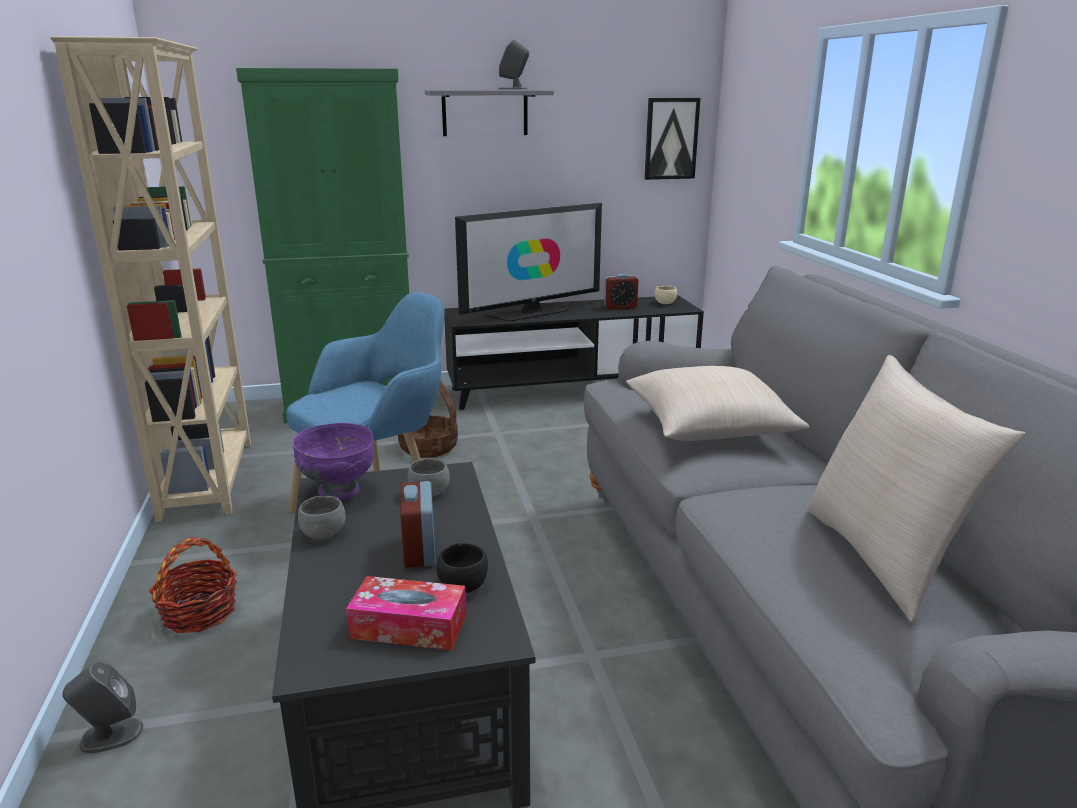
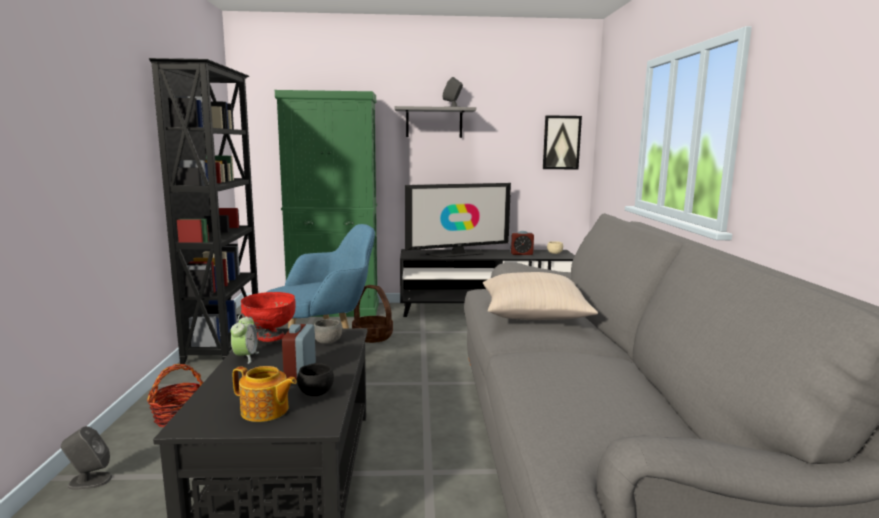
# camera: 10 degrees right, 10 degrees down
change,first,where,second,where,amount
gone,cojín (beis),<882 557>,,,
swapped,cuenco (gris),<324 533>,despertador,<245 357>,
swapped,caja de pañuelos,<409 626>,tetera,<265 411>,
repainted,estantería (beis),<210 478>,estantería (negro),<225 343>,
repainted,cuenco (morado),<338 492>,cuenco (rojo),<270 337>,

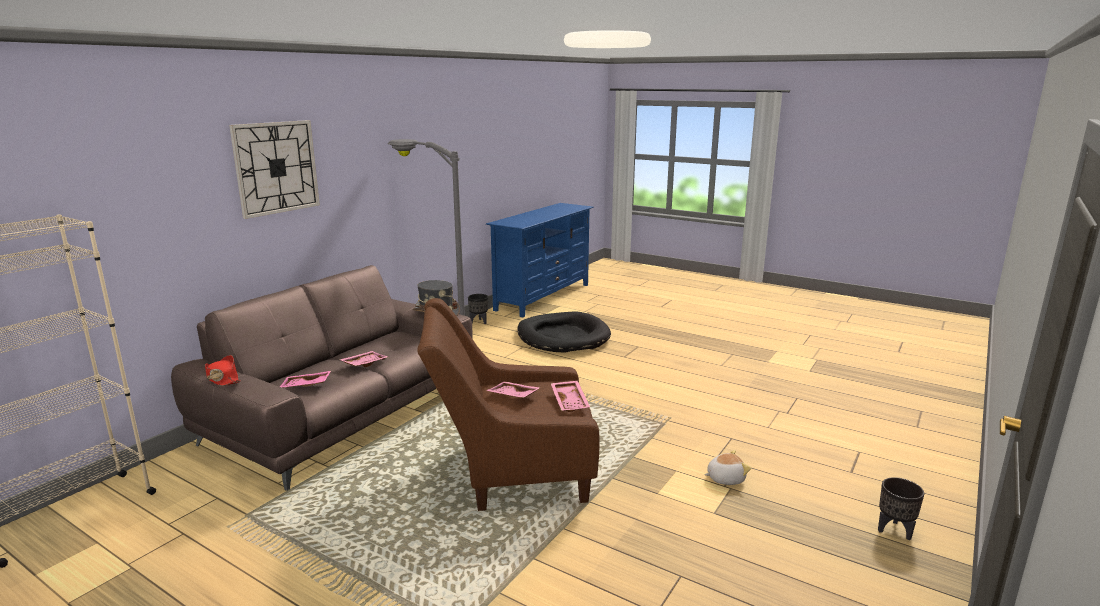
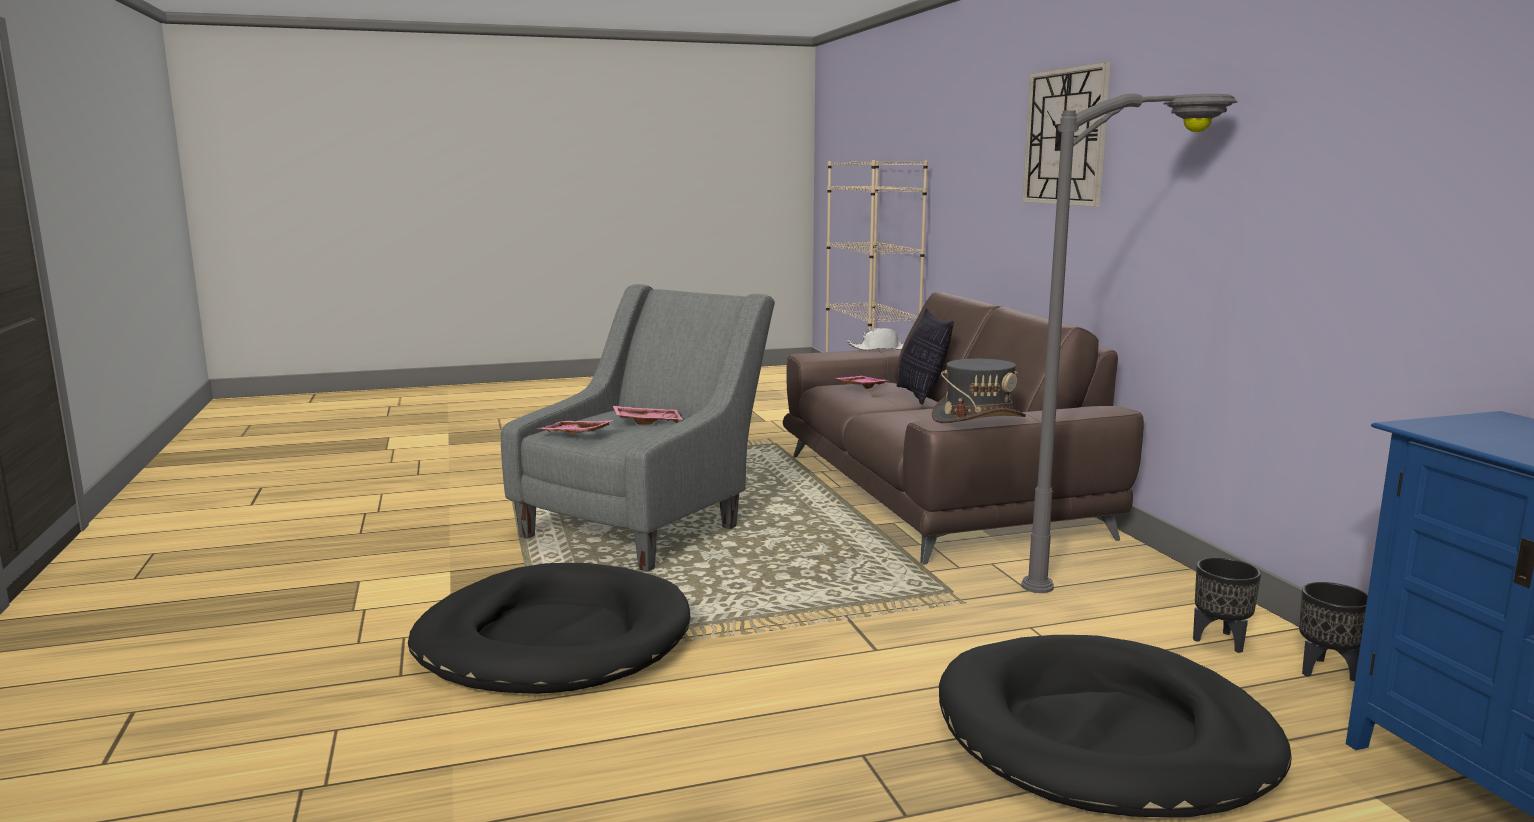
# camera: 130 degrees right, 5 degrees down
change,first,where,second,where,amount
gone,bandeja (rosa),<364 364>,,,
gone,peluche,<725 478>,,,
new,,,cama para perro (negro),<553 640>,
new,,,cojín,<921 395>,
shifted,maceta (negro),<895 531>,,<1219 641>,
repainted,sombrero (rojo),<222 379>,sombrero (blanco),<881 349>,
repainted,sillón (marrón),<510 473>,sillón (gris),<646 525>,

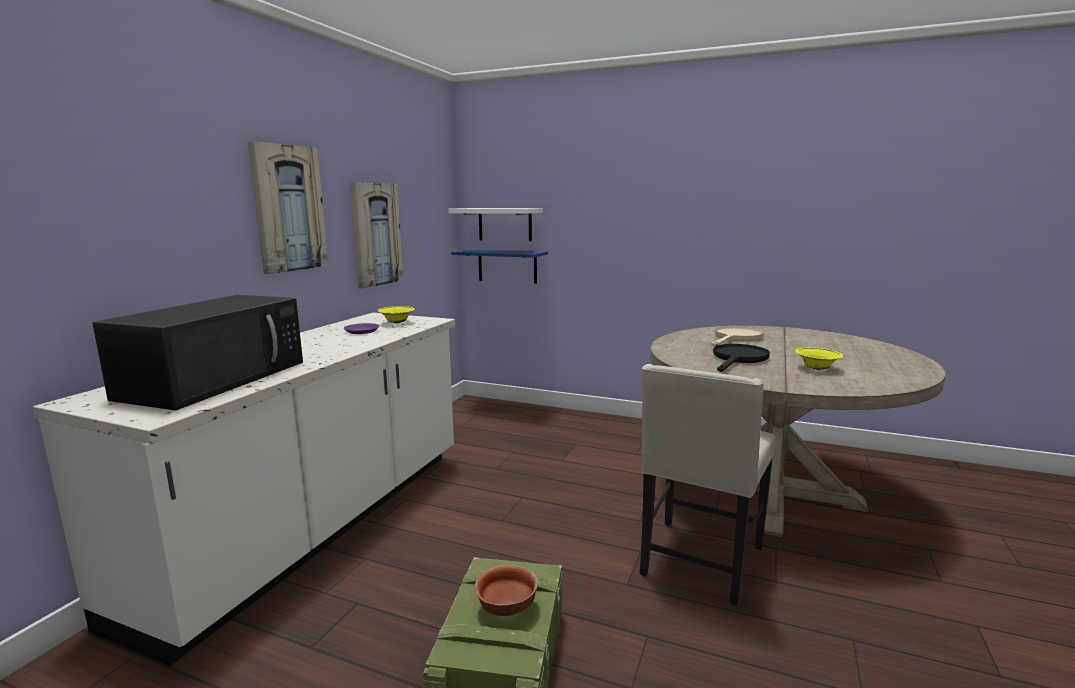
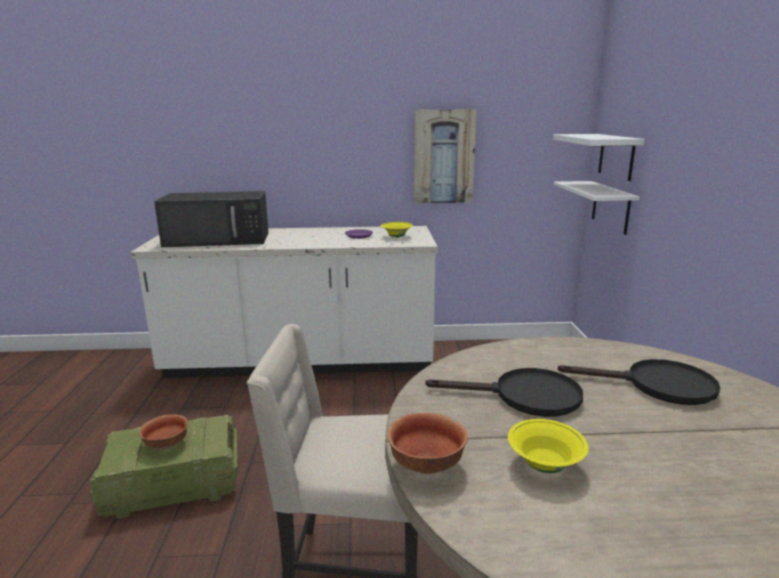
# camera: 65 degrees right, 5 degrees up
change,first,where,second,where,amount
gone,cuadro,<288 208>,,,
new,,,cuenco,<425 464>,
repainted,estante (azul),<507 266>,estante (blanco),<610 207>,
repainted,sartén (beis),<736 338>,sartén (negro),<657 386>,

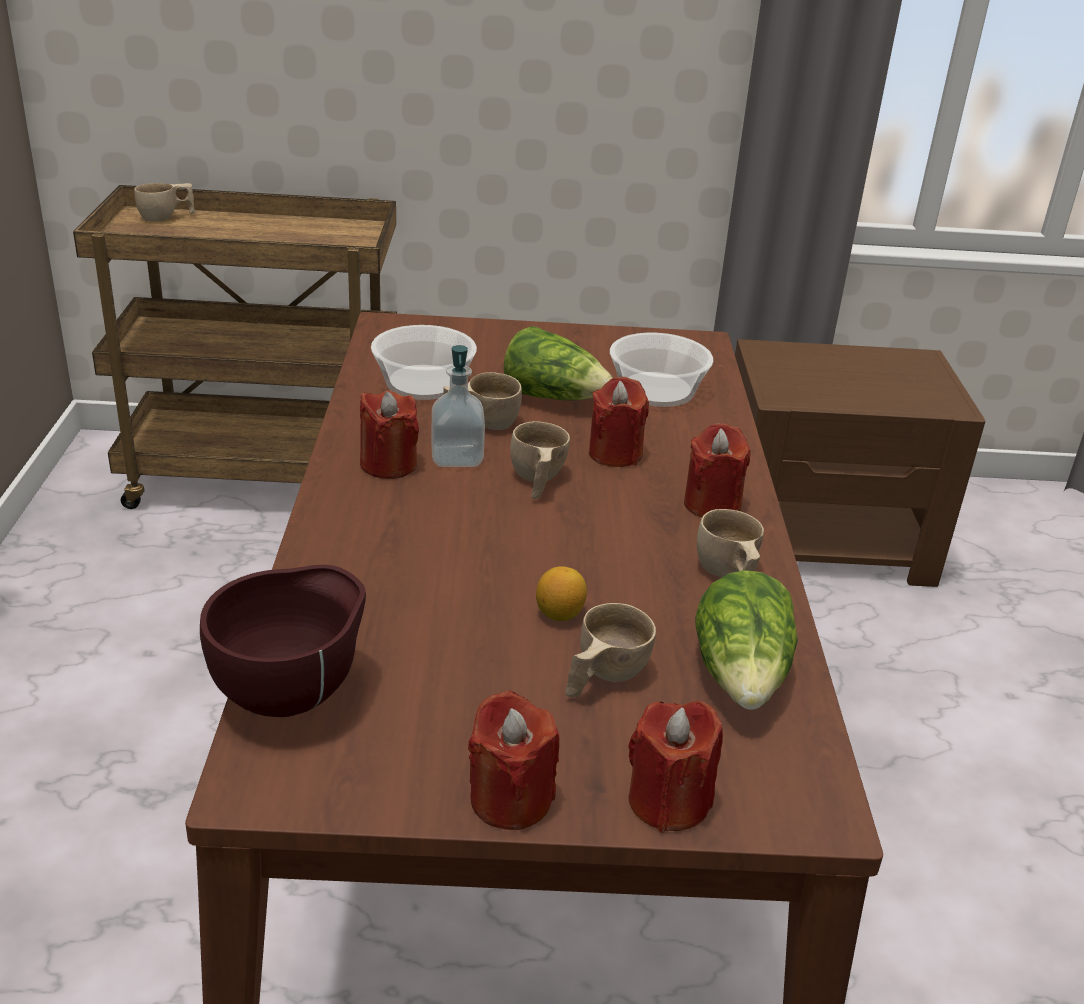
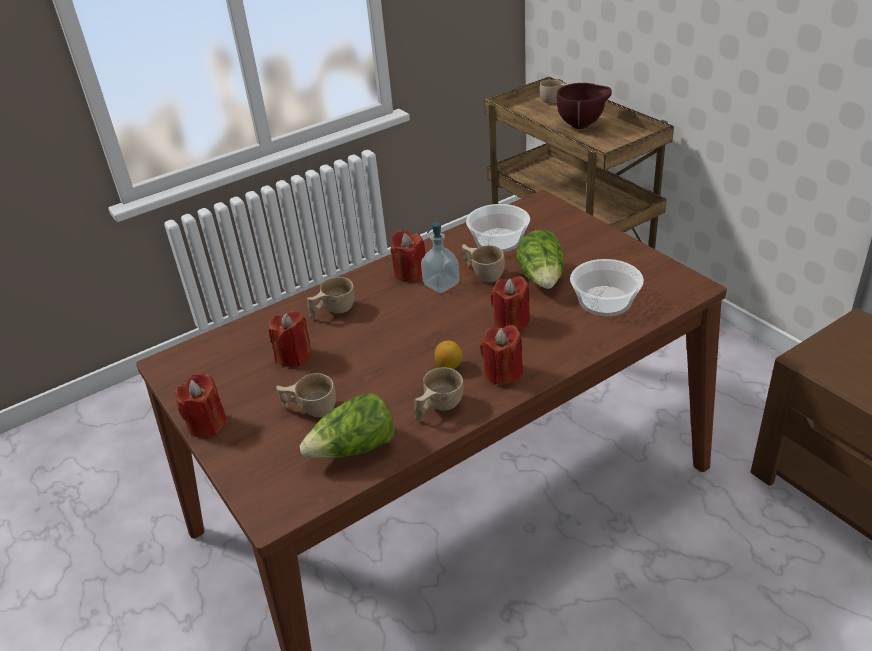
# camera: 60 degrees right, 5 degrees up
change,first,where,second,where,amount
shifted,cuenco (marrón),<292 696>,,<583 125>,
shifted,taza (beis),<536 481>,,<332 311>,
shifted,limón,<559 614>,,<449 366>,
shifted,vela (rojo),<668 801>,,<294 356>,

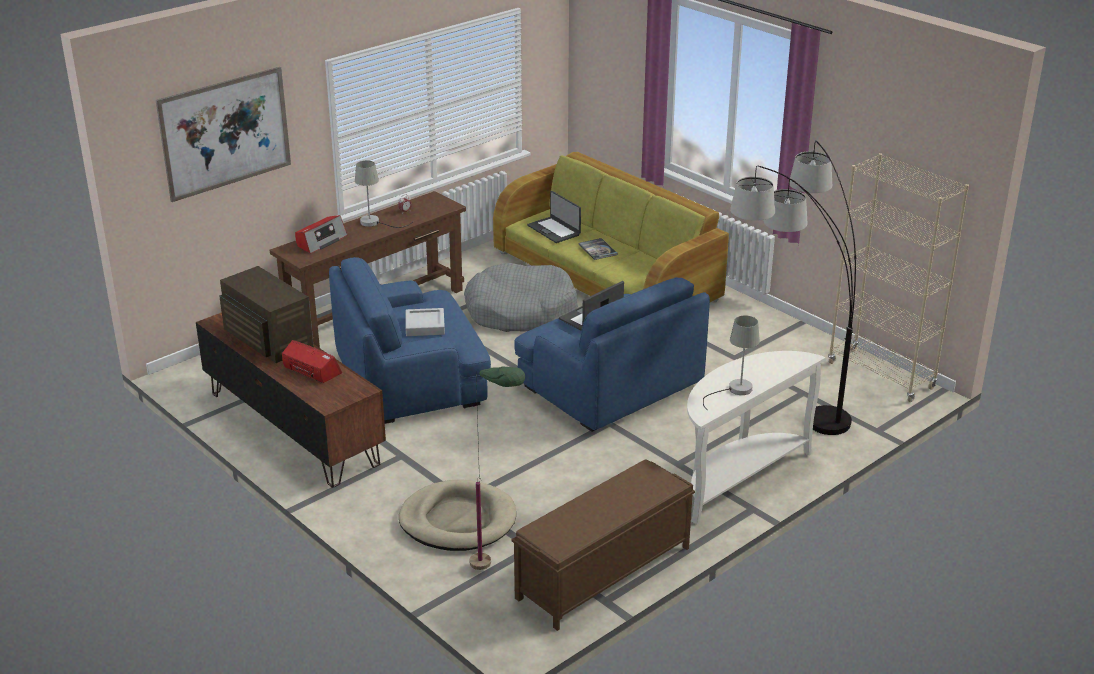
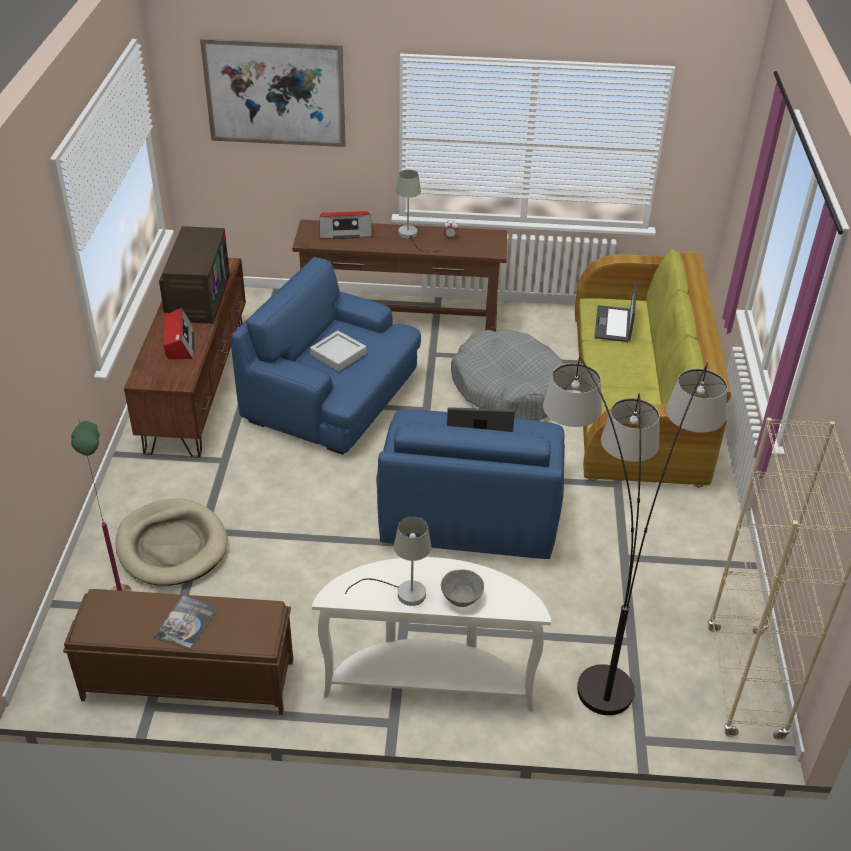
# camera: 45 degrees right, 10 degrees up
change,first,where,second,where,amount
new,,,cuenco (gris),<462 598>,
shifted,libro,<597 249>,,<186 623>,

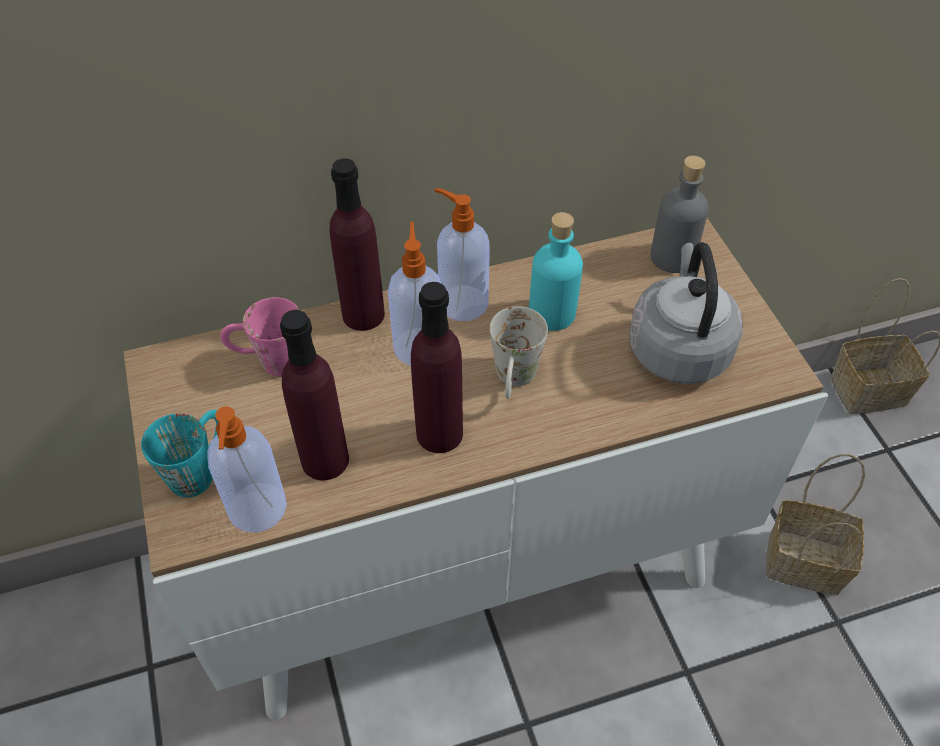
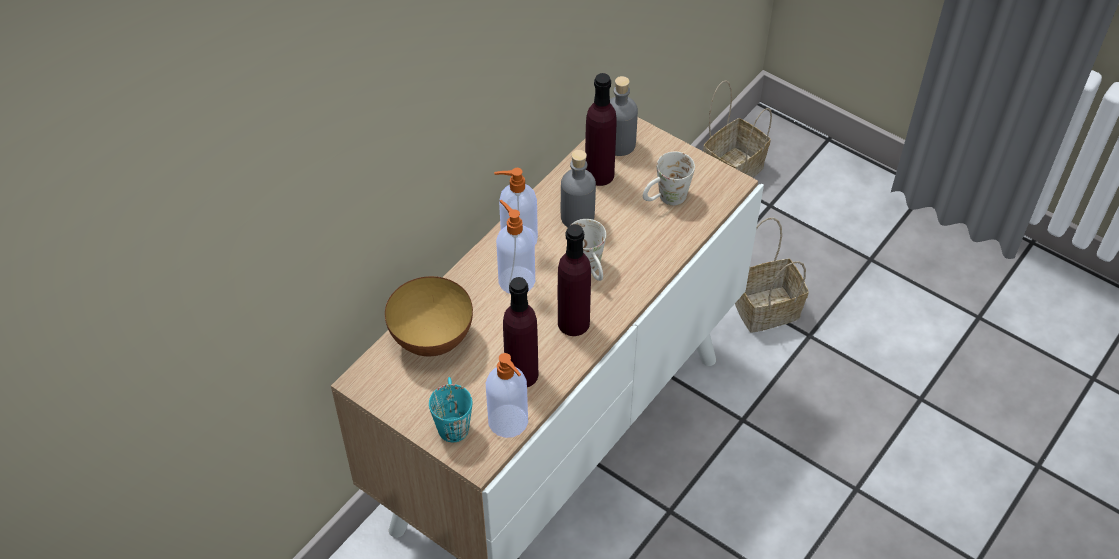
# camera: 35 degrees left, 0 degrees up
change,first,where,second,where,amount
shifted,botella (morado),<363 314>,,<599 174>,
swapped,taza grande (rosa),<268 361>,cuenco,<432 339>,
swapped,hervidor (gris),<678 347>,taza grande (blanco),<665 199>,
repainted,botella (turquesa),<552 313>,botella (gris),<577 217>,

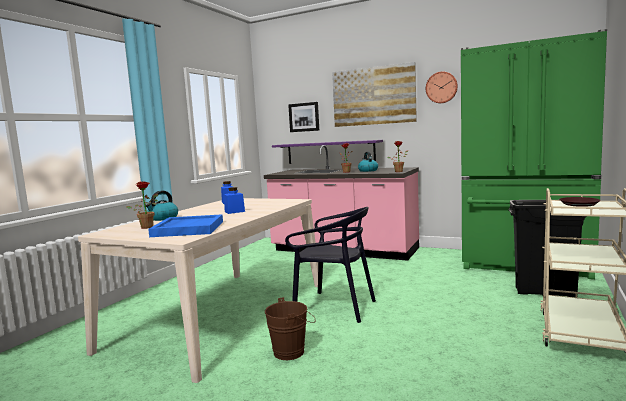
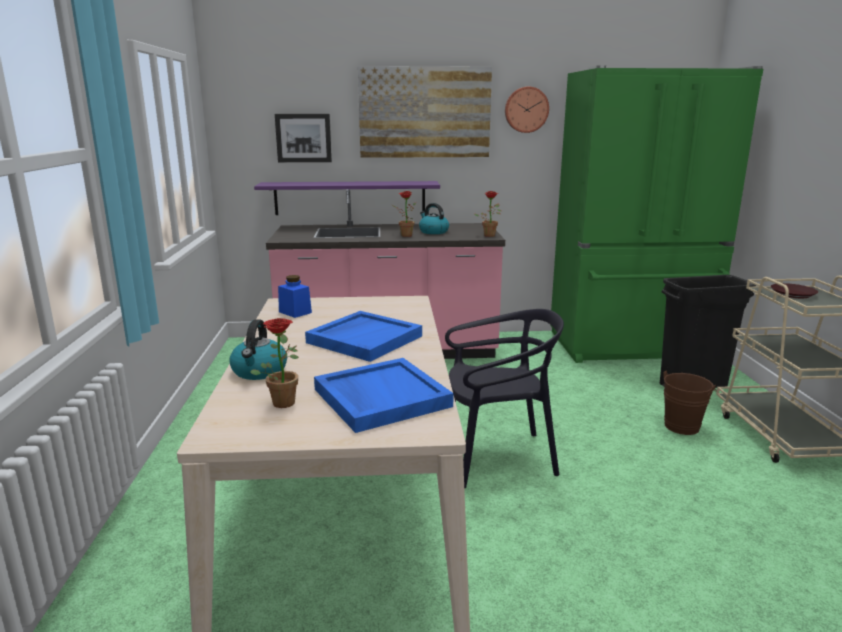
# camera: 30 degrees left, 10 degrees up
change,first,where,second,where,amount
shifted,cubo (marrón),<292 351>,,<683 425>,
swapped,tarro (azul),<234 211>,bandeja (azul),<364 339>,

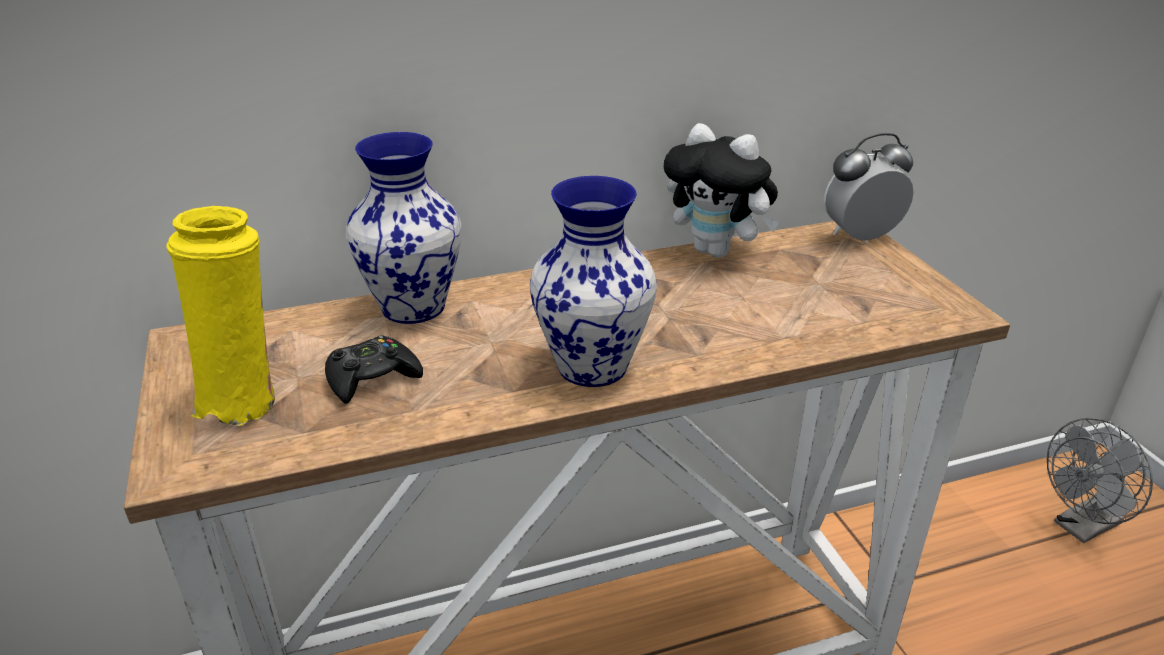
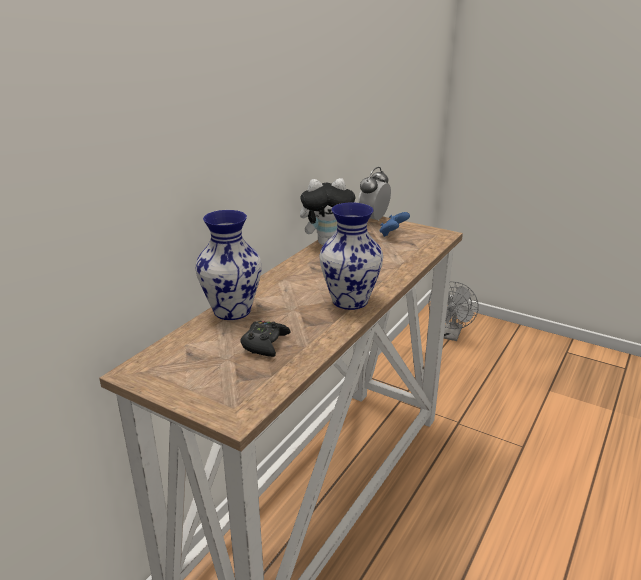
# camera: 40 degrees left, 5 degrees down
change,first,where,second,where,amount
gone,florero (amarillo),<243 400>,,,
new,,,mando de consola (azul),<393 234>,

